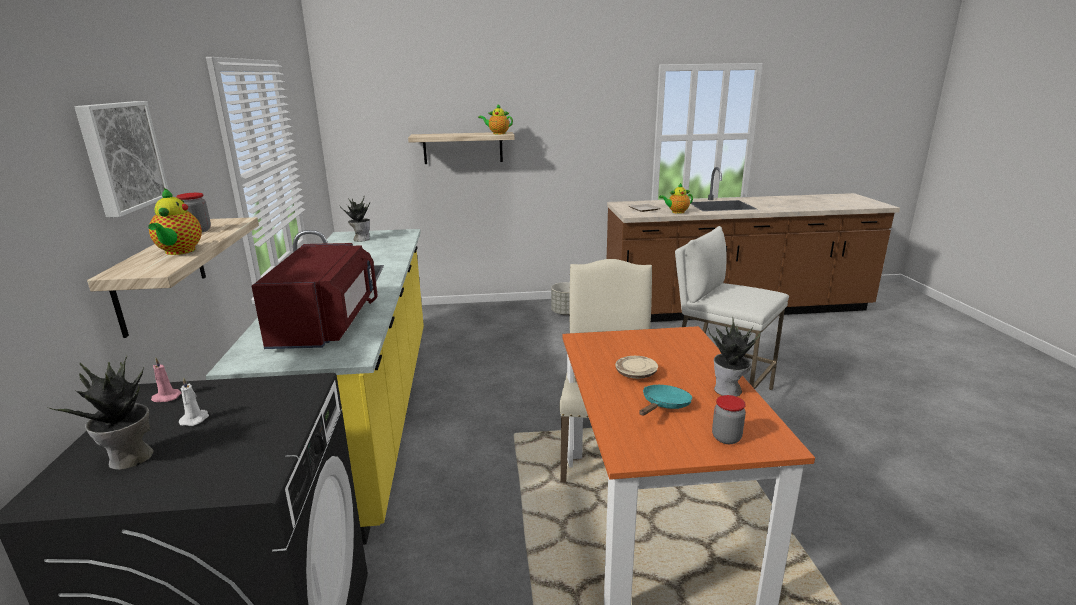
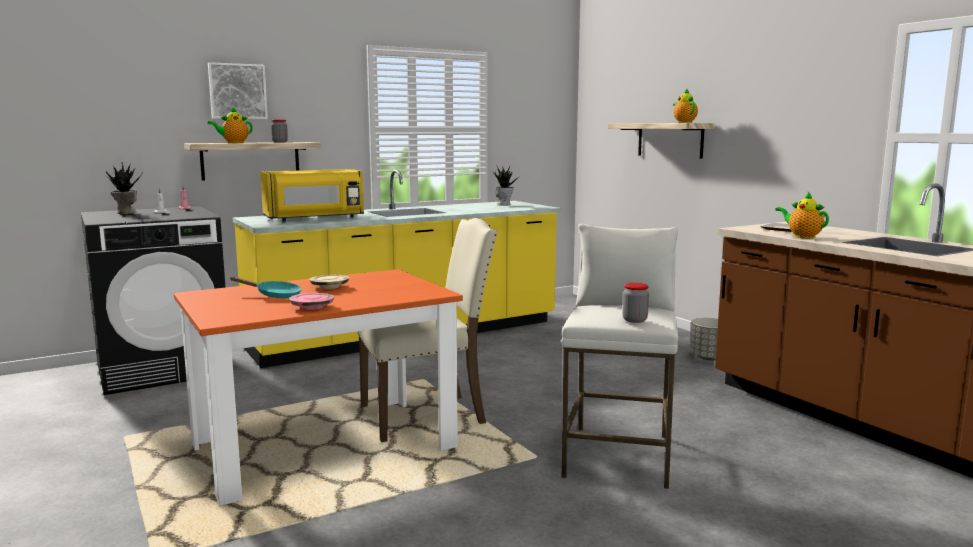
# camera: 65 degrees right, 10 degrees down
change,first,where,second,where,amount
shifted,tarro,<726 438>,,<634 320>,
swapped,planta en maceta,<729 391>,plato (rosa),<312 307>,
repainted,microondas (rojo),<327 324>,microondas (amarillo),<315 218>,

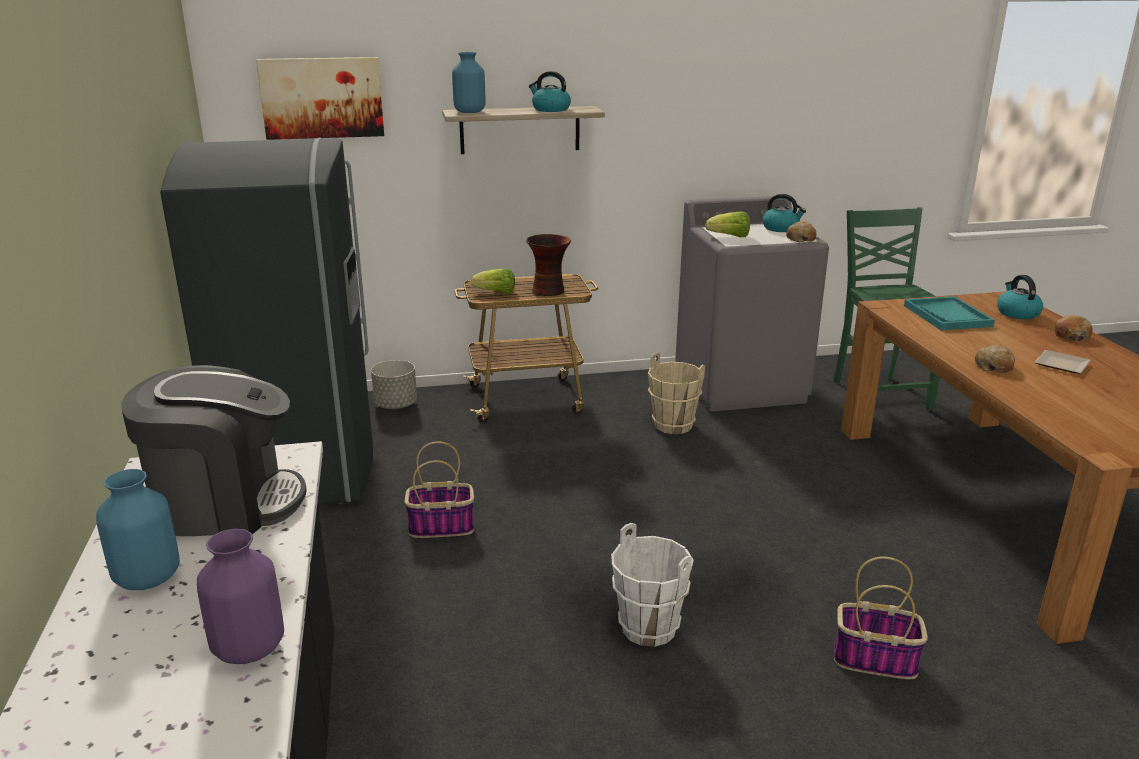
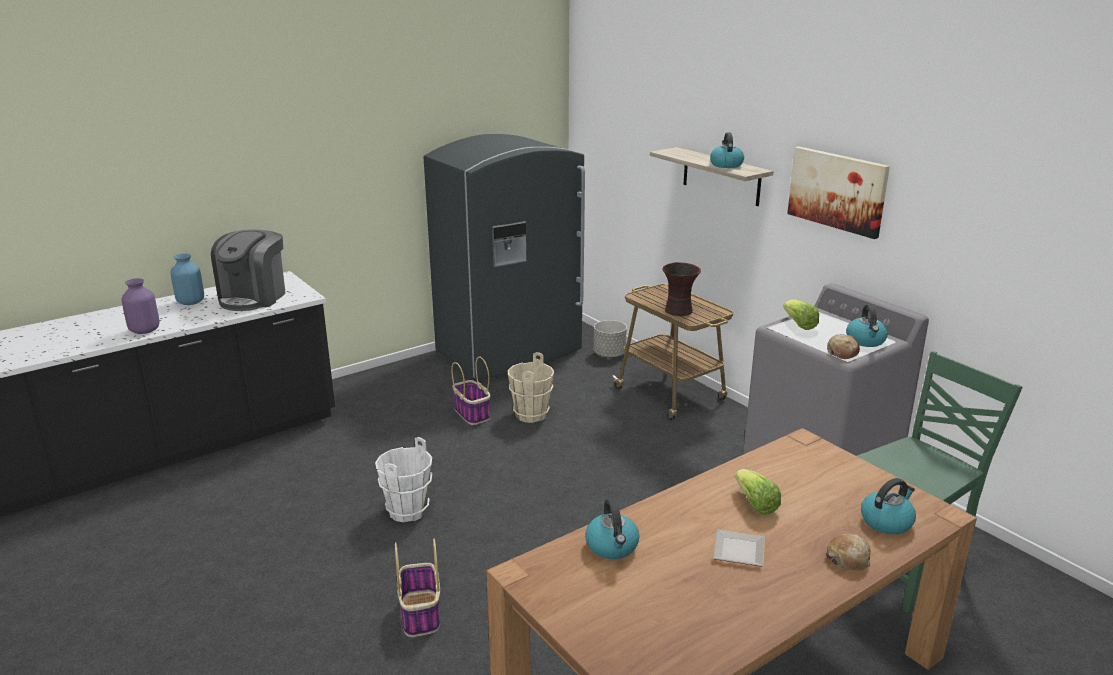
# camera: 65 degrees right, 0 degrees up
change,first,where,second,where,amount
gone,florero (azul),<469 112>,,,
gone,bandeja (turquesa),<947 316>,,,
gone,pan,<993 366>,,,
new,,,hervidor,<612 546>,
shifted,cuadro,<322 98>,,<837 190>,
shifted,lechuga,<496 293>,,<755 504>,
shifted,cubo (beis),<673 425>,,<530 415>,
rotated,cafetera,<225 504>,,<254 297>,45 degrees clockwise

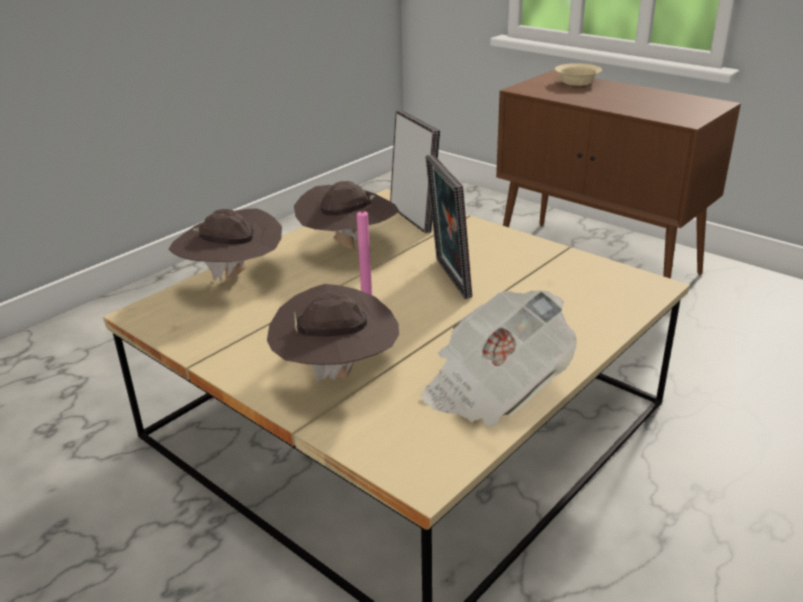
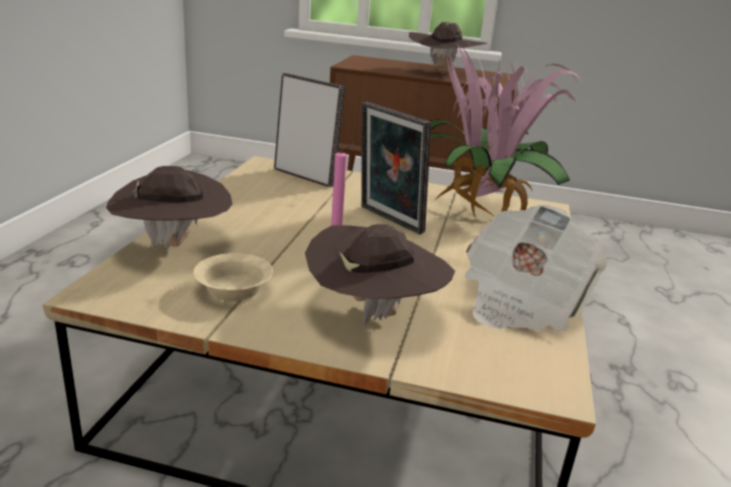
# camera: 30 degrees left, 5 degrees down
change,first,where,second,where,amount
new,,,planta en maceta,<480 215>,
shifted,sombrero (marrón),<348 247>,,<443 72>,
shifted,cuenco (beis),<577 82>,,<234 289>,

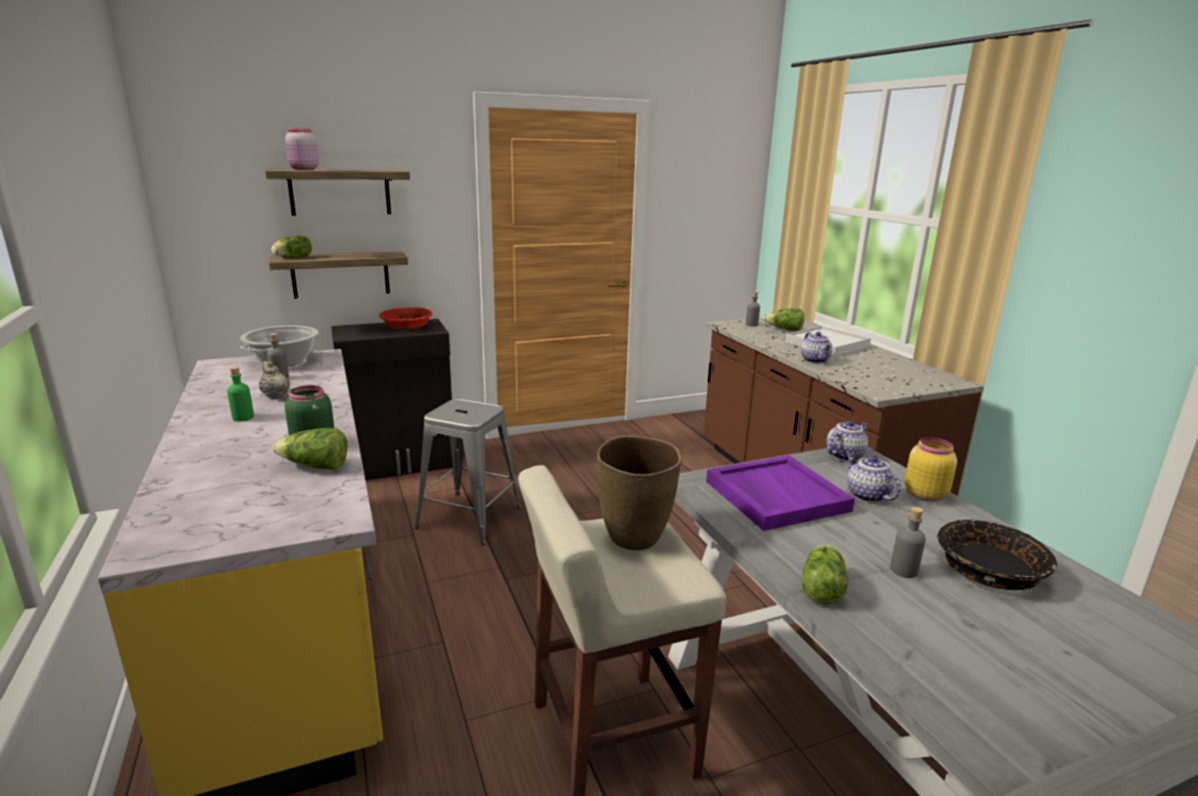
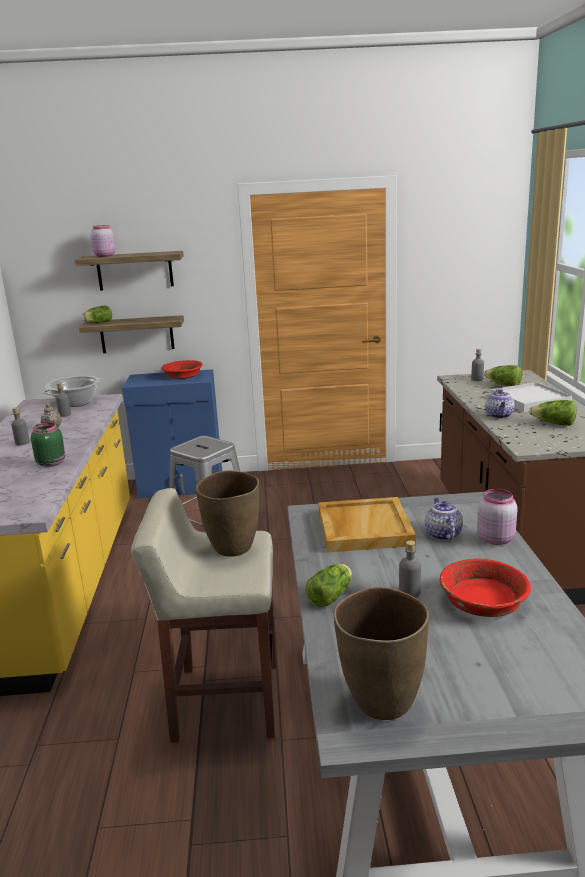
# camera: 20 degrees right, 0 degrees up
change,first,where,second,where,amount
gone,tetera,<845 455>,,,
new,,,florero (marrón),<381 701>,
shifted,lechuga,<315 467>,,<554 424>,
repainted,botella (verde),<243 417>,botella (gris),<22 443>,
repainted,armario (negro),<401 464>,armario (azul),<182 486>,
repainted,bandeja (morado),<775 495>,bandeja (beis),<363 528>,
repainted,tarro (amarillo),<924 494>,tarro (rosa),<495 538>,
repainted,cuenco (negro),<989 571>,cuenco (rojo),<482 601>,

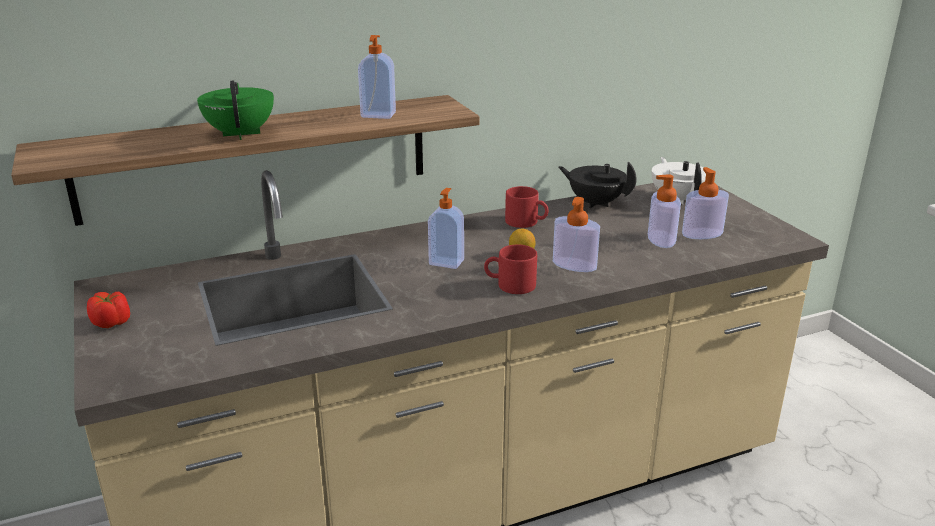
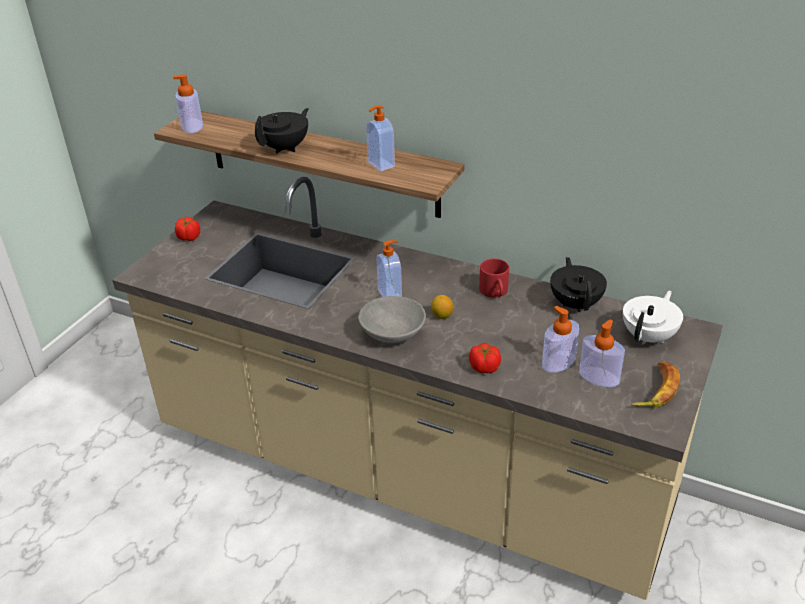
# camera: 50 degrees right, 10 degrees up
change,first,where,second,where,amount
new,,,tomate,<484 367>,
new,,,plátano,<656 390>,
shifted,dispensador de jabón,<574 265>,,<192 126>,
swapped,taza grande (rojo),<510 285>,cuenco (gris),<392 333>,
repainted,tetera (verde),<241 134>,tetera (negro),<285 148>,

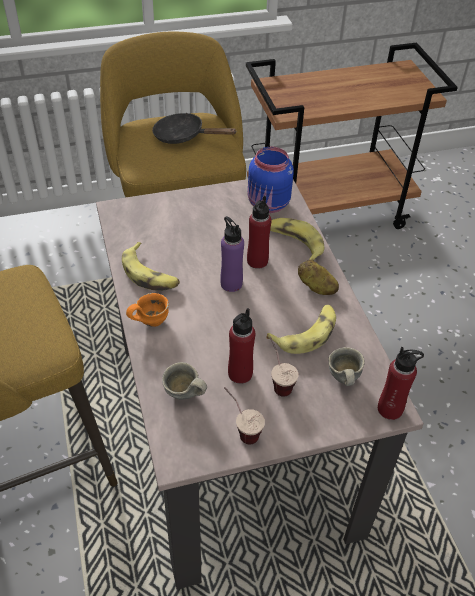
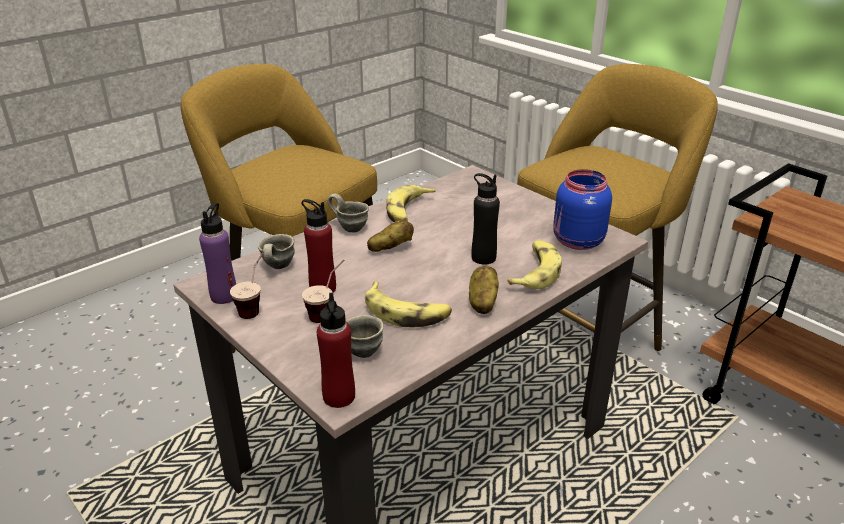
# camera: 65 degrees right, 15 degrees down
change,first,where,second,where,amount
gone,sartén (negro),<183 136>,,,
new,,,patata,<390 248>,
shifted,botella (morado),<231 283>,,<224 296>,
repainted,taza grande (naranja),<149 321>,taza grande (gris),<351 227>,
repainted,botella (rojo),<257 261>,botella (negro),<483 258>,

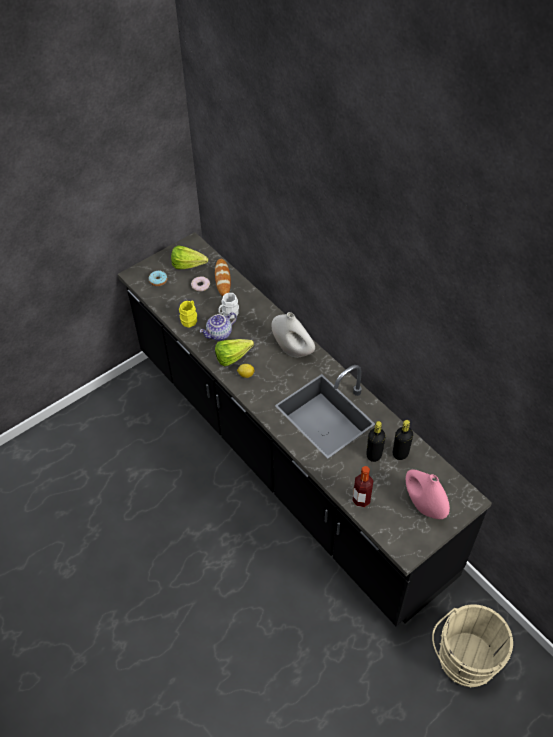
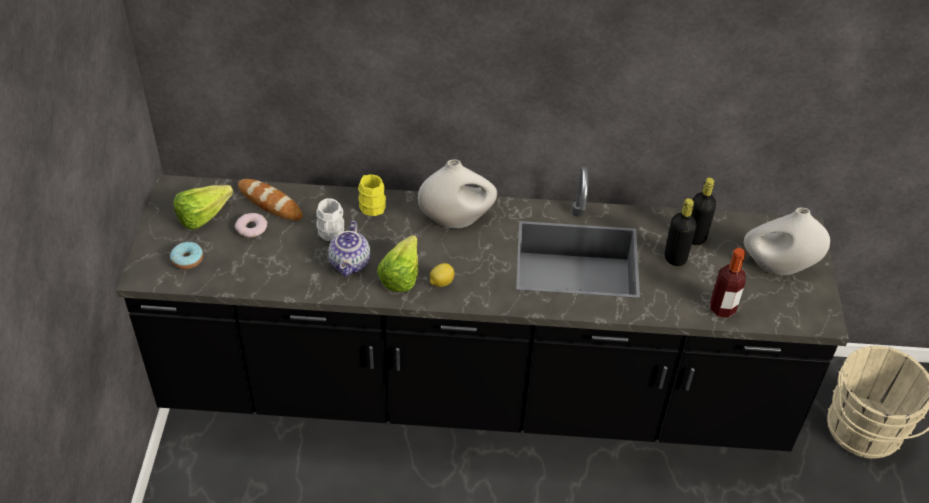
# camera: 50 degrees left, 5 degrees down
change,first,where,second,where,amount
shifted,taza grande (amarillo),<190 319>,,<370 204>,
repainted,florero (rosa),<423 505>,florero (blanco),<778 267>,

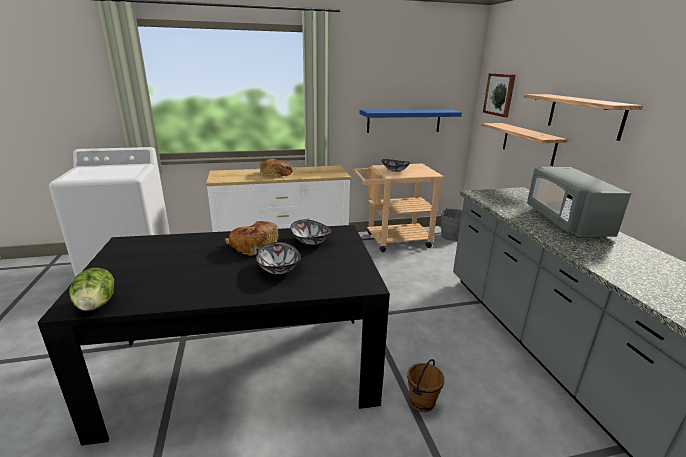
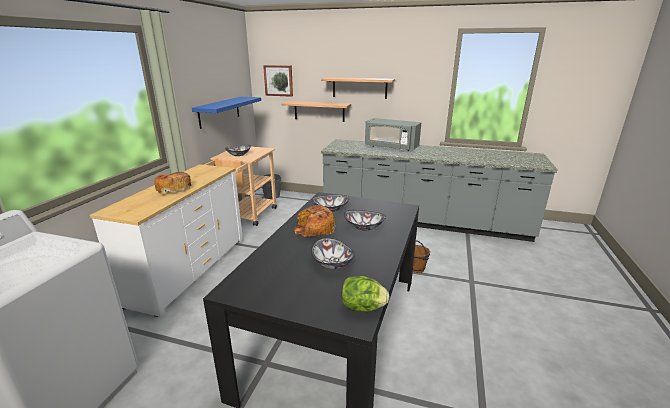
# camera: 60 degrees left, 0 degrees up
change,first,where,second,where,amount
new,,,cuenco,<333 263>,

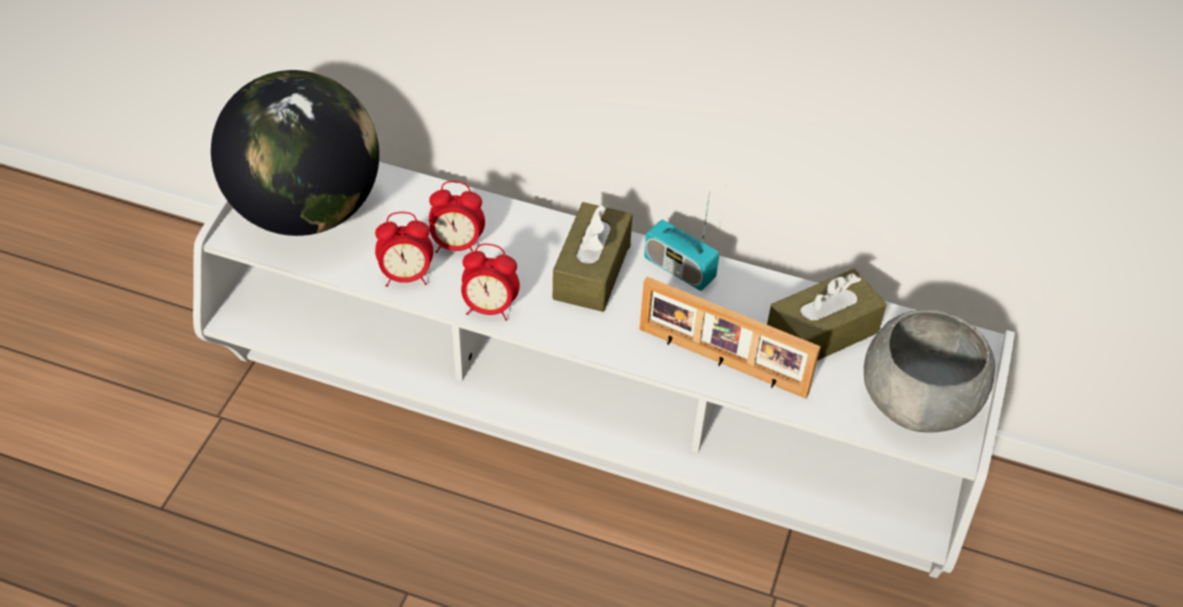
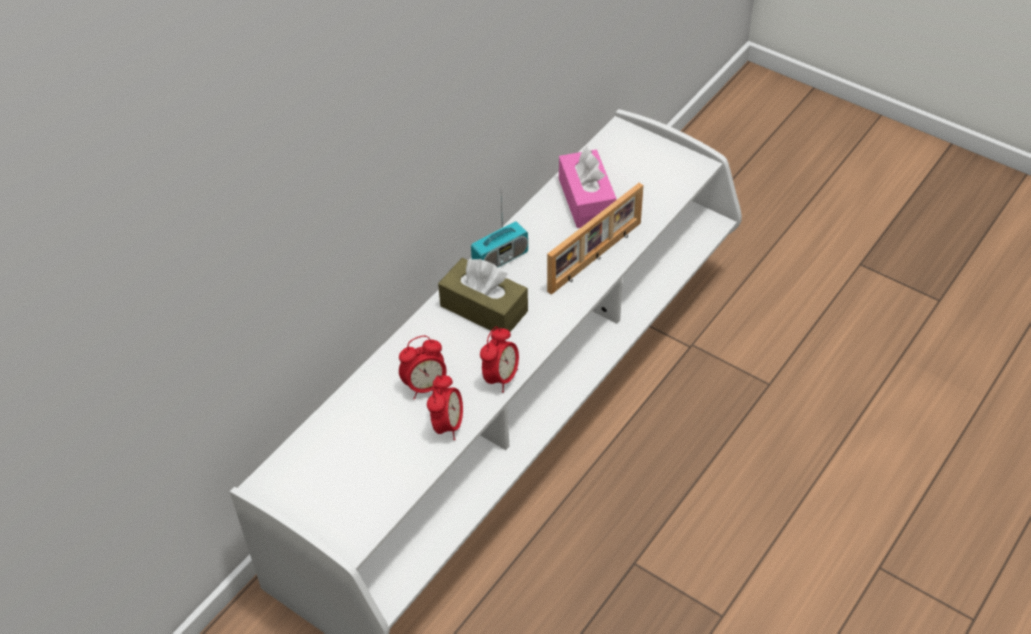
# camera: 70 degrees left, 0 degrees up
change,first,where,second,where,amount
gone,globo terráqueo,<306 211>,,,
gone,cuenco (gris),<916 401>,,,
repainted,caja de pañuelos (marrón),<821 333>,caja de pañuelos (rosa),<586 200>,
rotated,despertador,<457 245>,,<425 386>,45 degrees clockwise

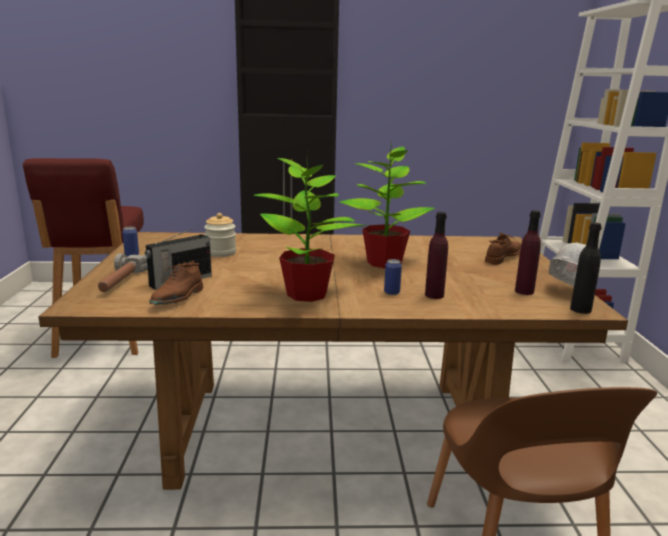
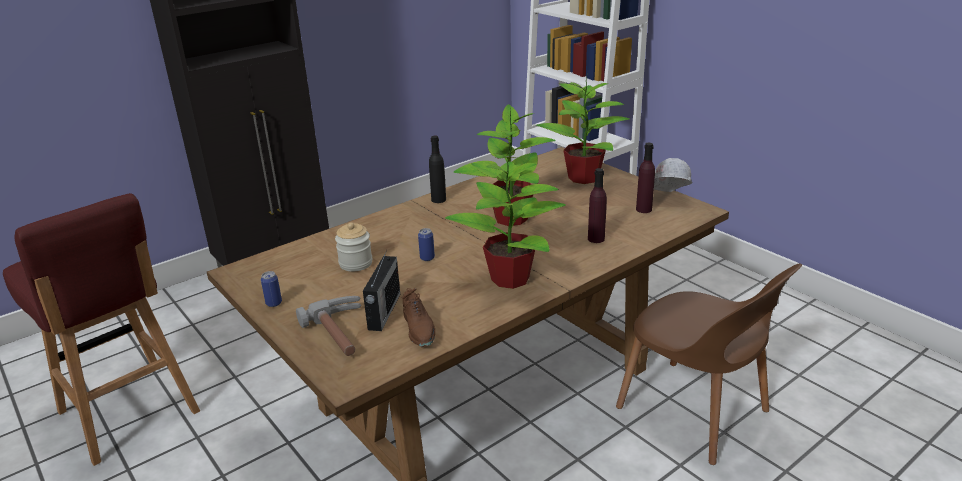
# camera: 35 degrees left, 10 degrees up
change,first,where,second,where,amount
shifted,lata,<391 292>,,<427 258>,
shifted,botella (negro),<580 309>,,<438 199>,
swapped,zapato (marrón),<503 258>,planta en maceta,<584 178>,

